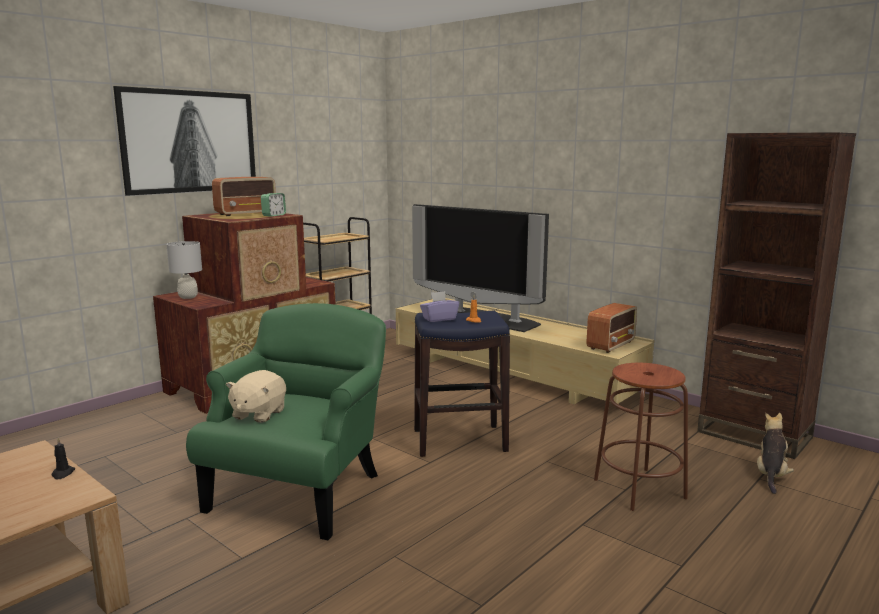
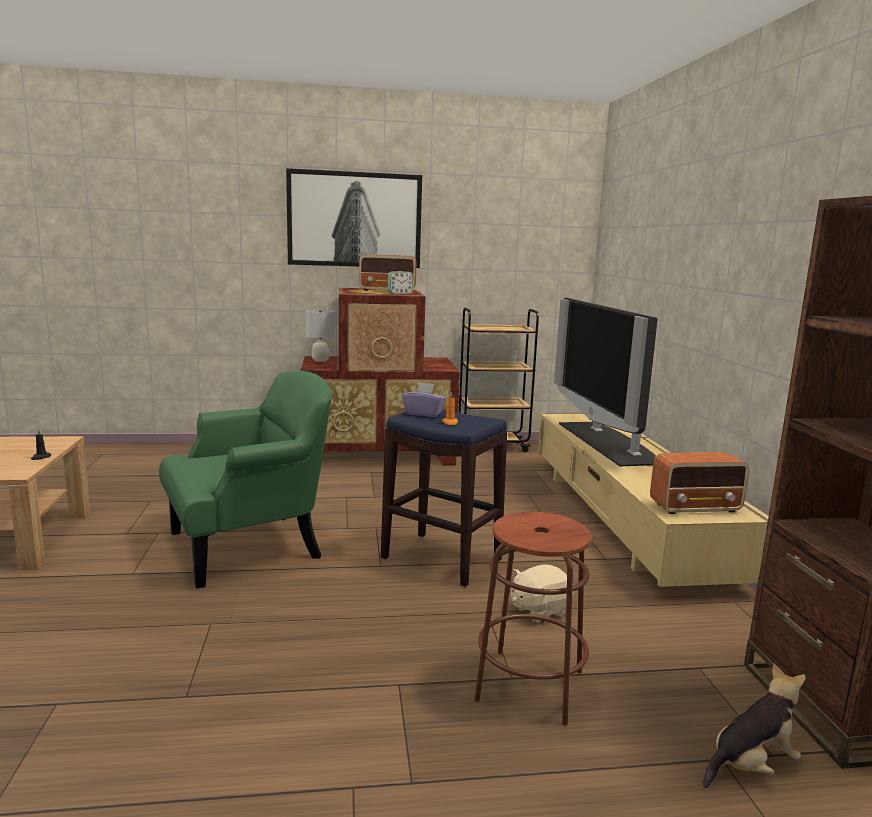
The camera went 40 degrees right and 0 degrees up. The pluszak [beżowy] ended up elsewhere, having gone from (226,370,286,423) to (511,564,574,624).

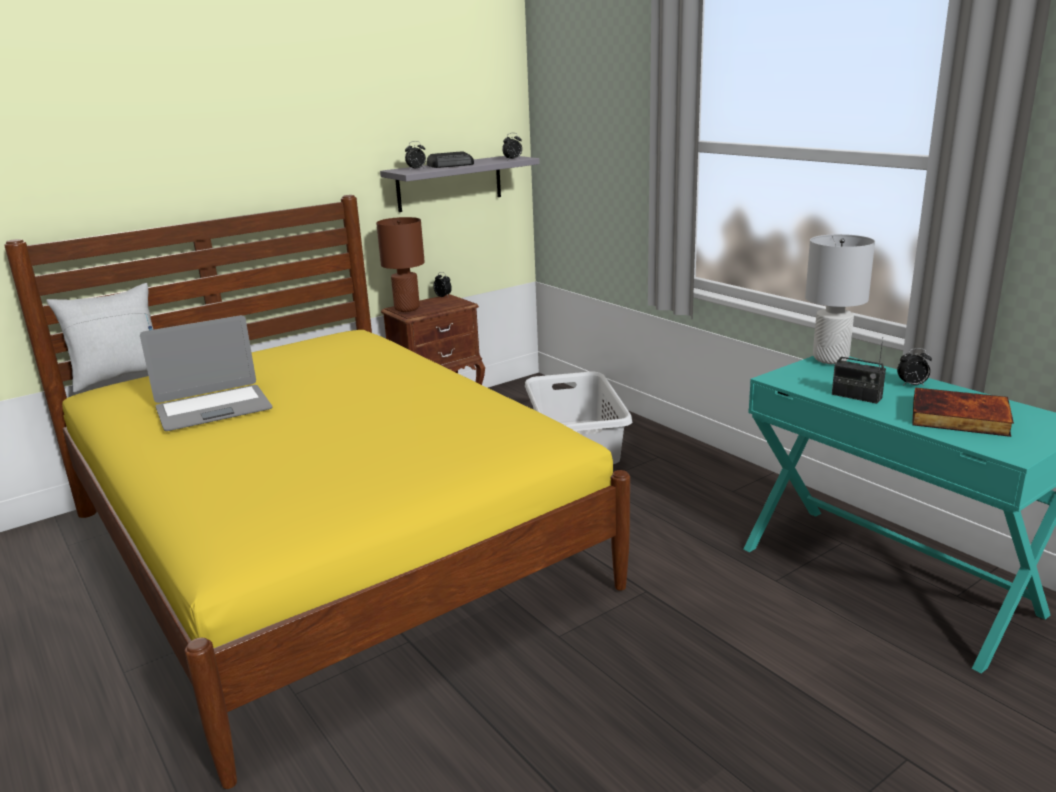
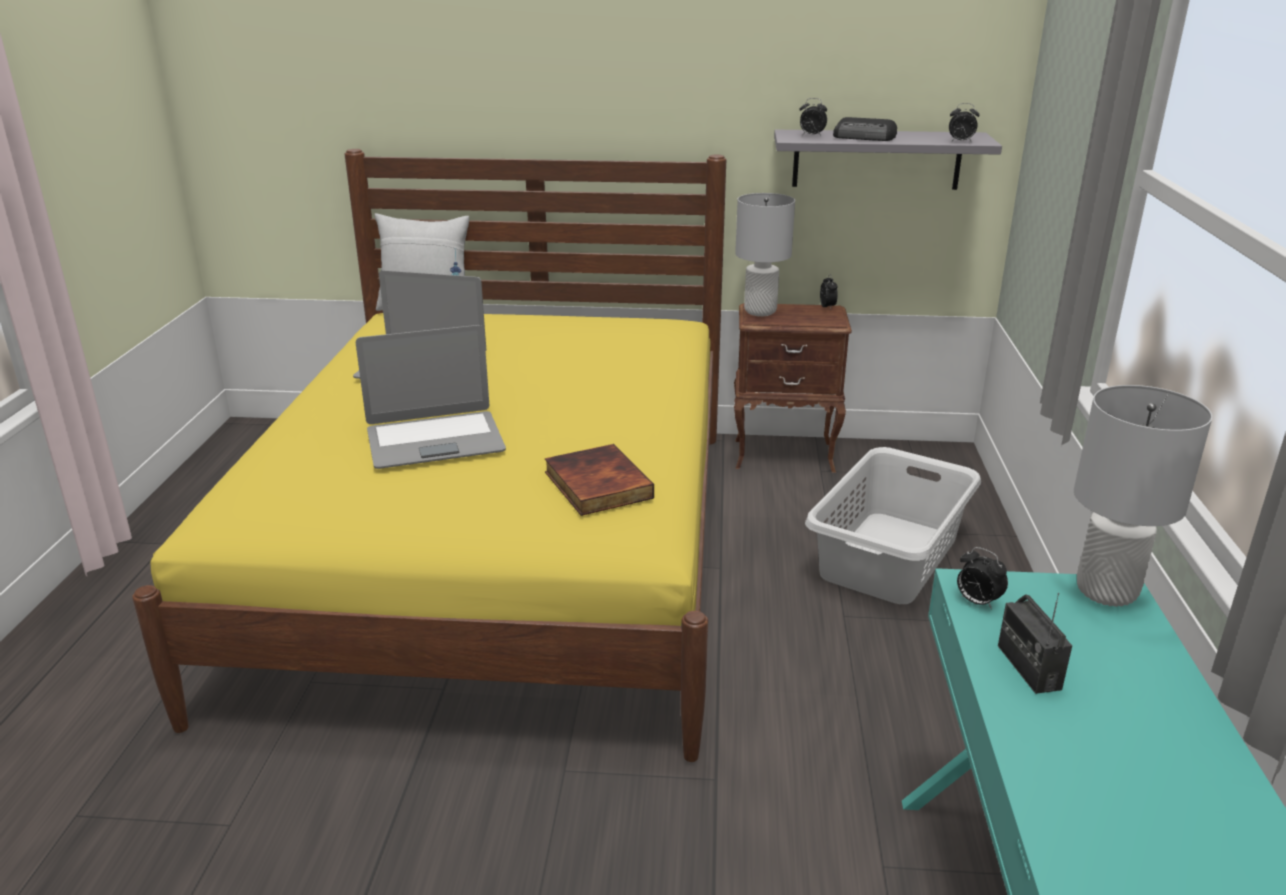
The camera went 40 degrees right and 5 degrees up. What was the lampa stołowa [brązowy] at (376,217,425,312) turned into the lampa stołowa [szary] at (735,193,795,317). The budzik ended up elsewhere, having gone from (897,348,932,386) to (957,547,1008,610). The książka ended up elsewhere, having gone from (912,388,1014,437) to (545,444,654,516). The second view gained the laptop at (356,325,506,469).

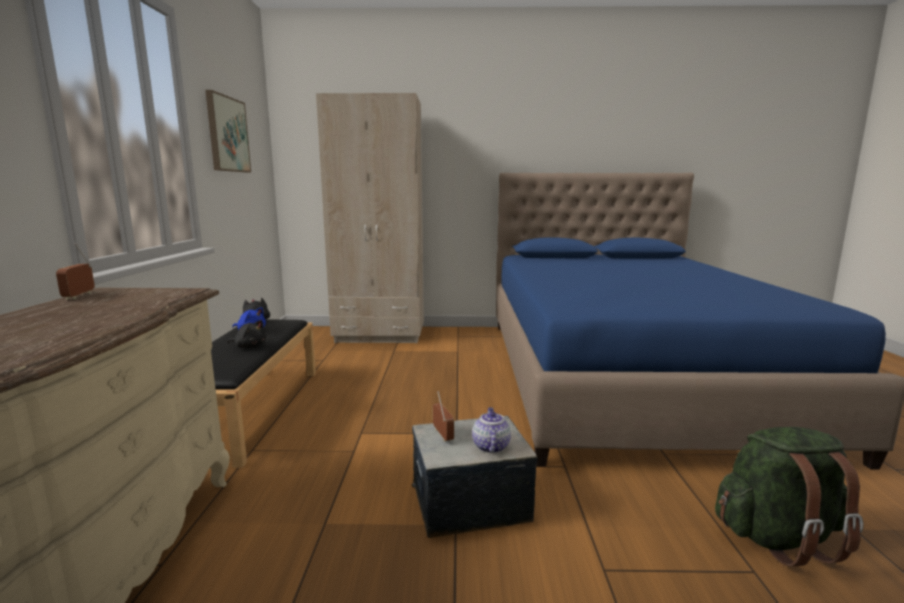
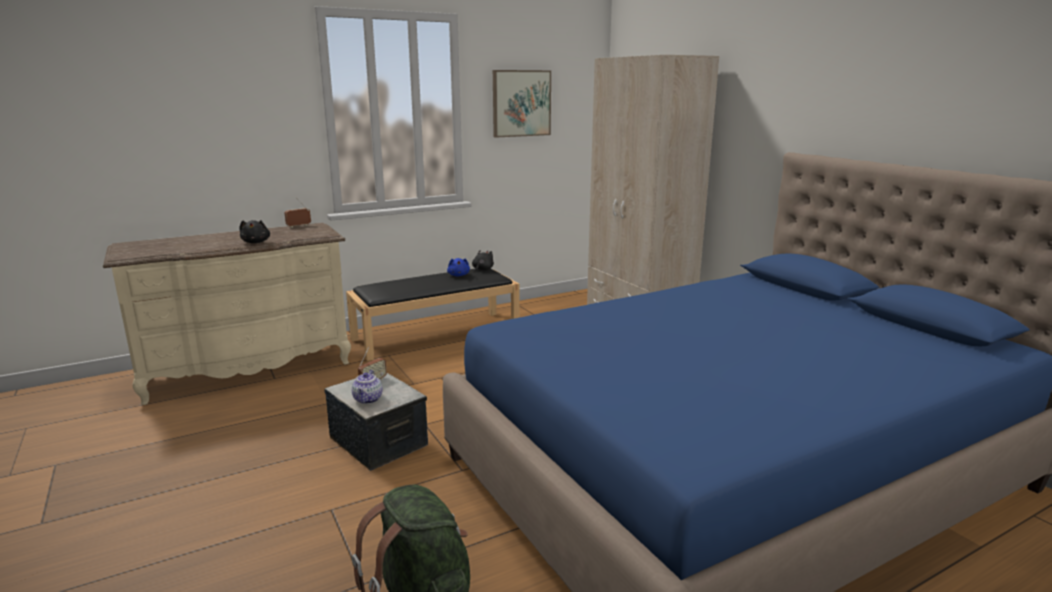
The camera went 60 degrees right and 5 degrees up. The pluszak [czarny] ended up elsewhere, having gone from (228,320,266,348) to (239,220,270,243). The imbryk at (472,407,511,453) ended up facing another way, 120 degrees clockwise from before.

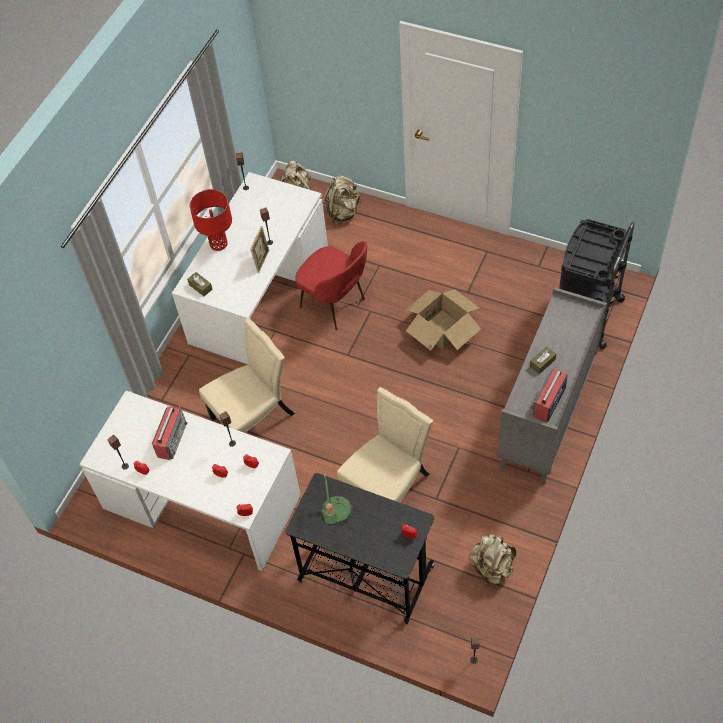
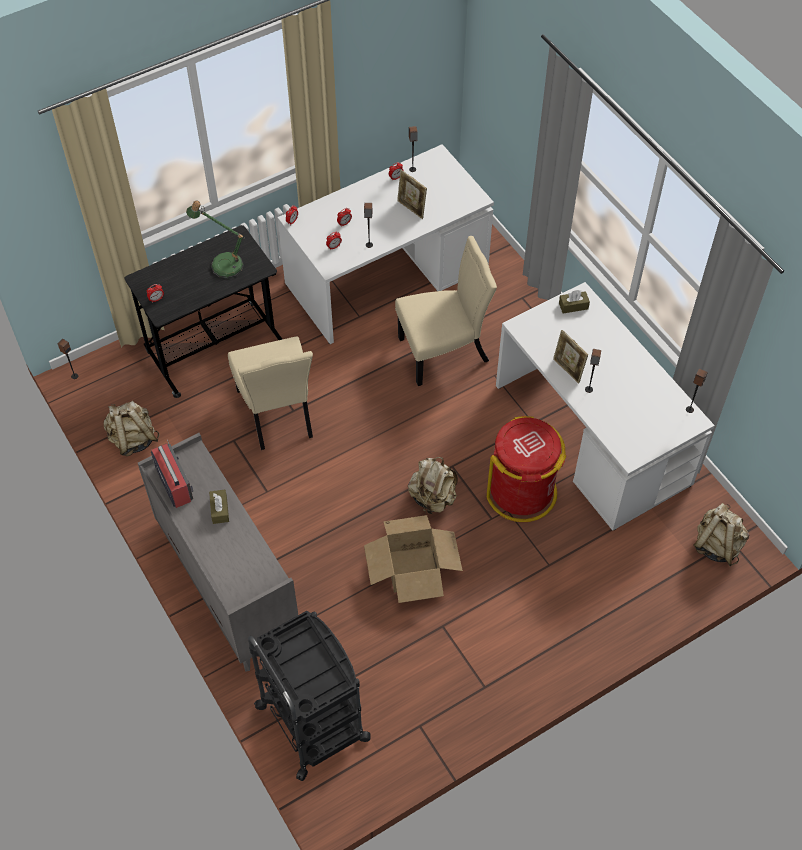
The camera went 120 degrees right and 0 degrees up. The plecak [beżowy] ended up elsewhere, having gone from (324,175,361,224) to (408,457,458,514). The second view lost the lampa stołowa [czerwony] at (190,189,232,251). Where the krzesło [czerwony] stood at (296,241,367,330), the kosz na śmieci [czerwony] came to stand at (487,416,566,522). The krzesło [beżowy] at (199,318,295,433) ended up facing another way, 105 degrees counterclockwise from before. Where the radio stood at (152,406,188,460), the ramka na zdjęcie came to stand at (397,170,427,219).

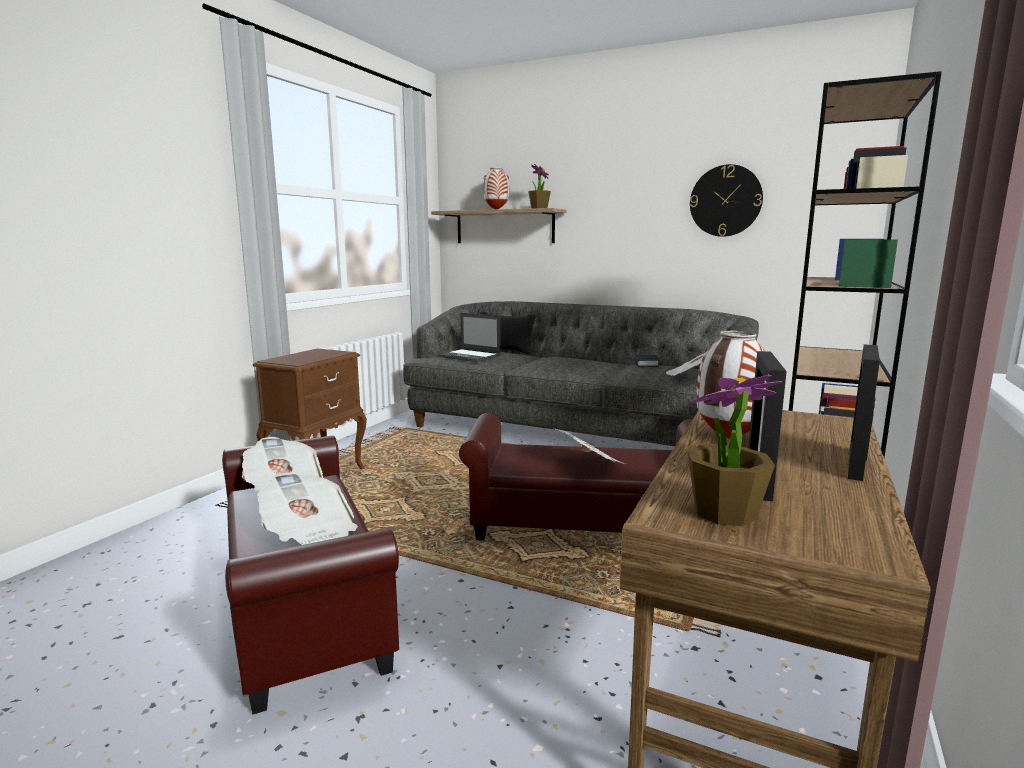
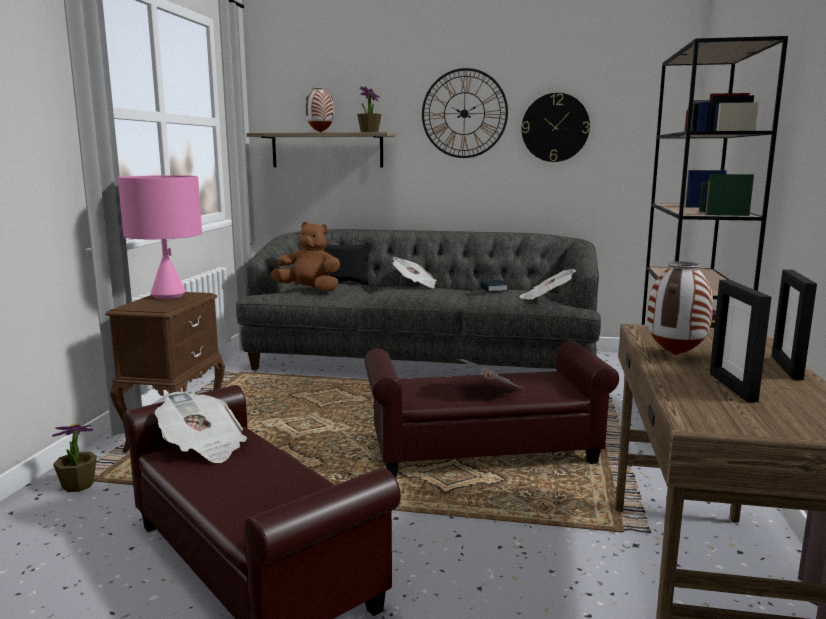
The camera went 15 degrees left and 0 degrees up. Where the laptop stood at (437,313,501,362), the pluszak [brązowy] came to stand at (271,222,340,292). The roślina doniczkowa ended up elsewhere, having gone from (687,375,783,526) to (51,423,97,492). The gazeta ended up elsewhere, having gone from (257,472,358,545) to (393,257,437,288). The second view gained the zegar ścienny at (422,68,508,158). The second view gained the lampa stołowa [różowy] at (118,175,202,299).

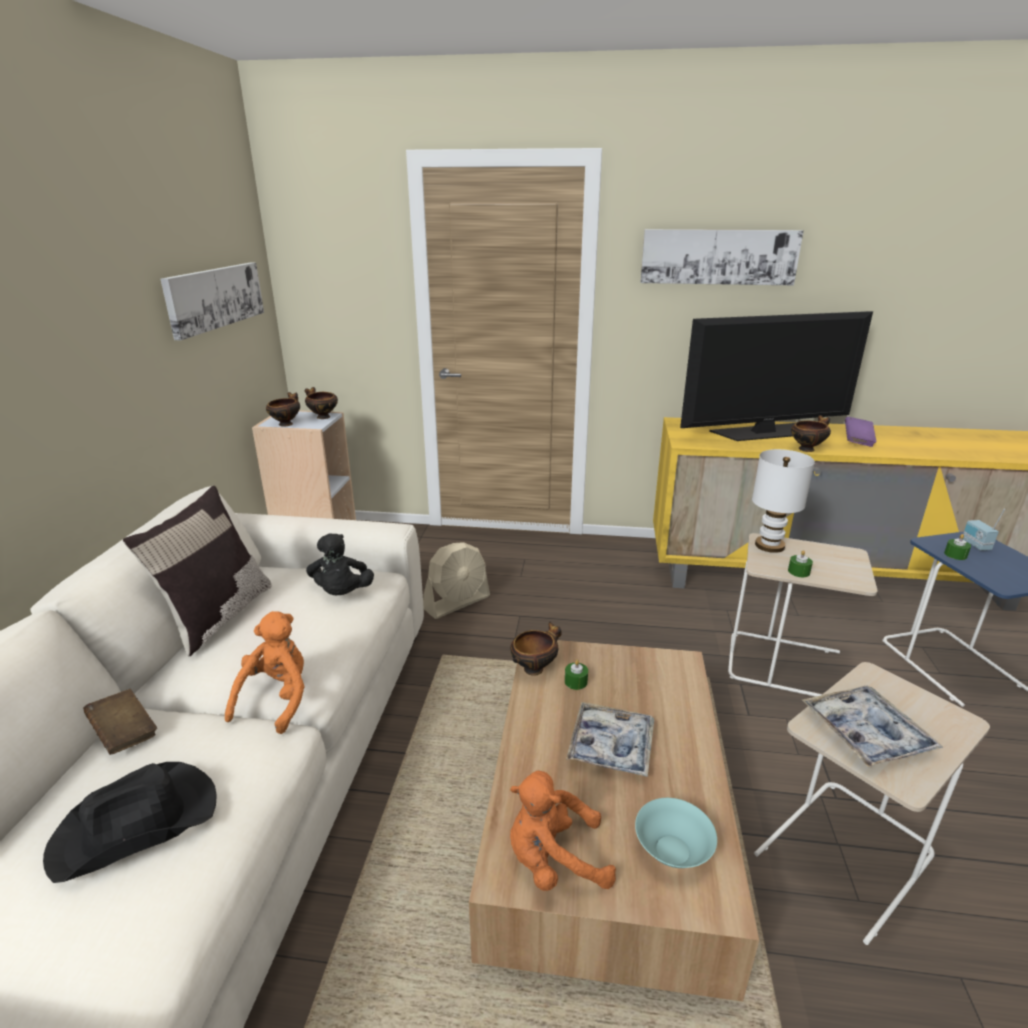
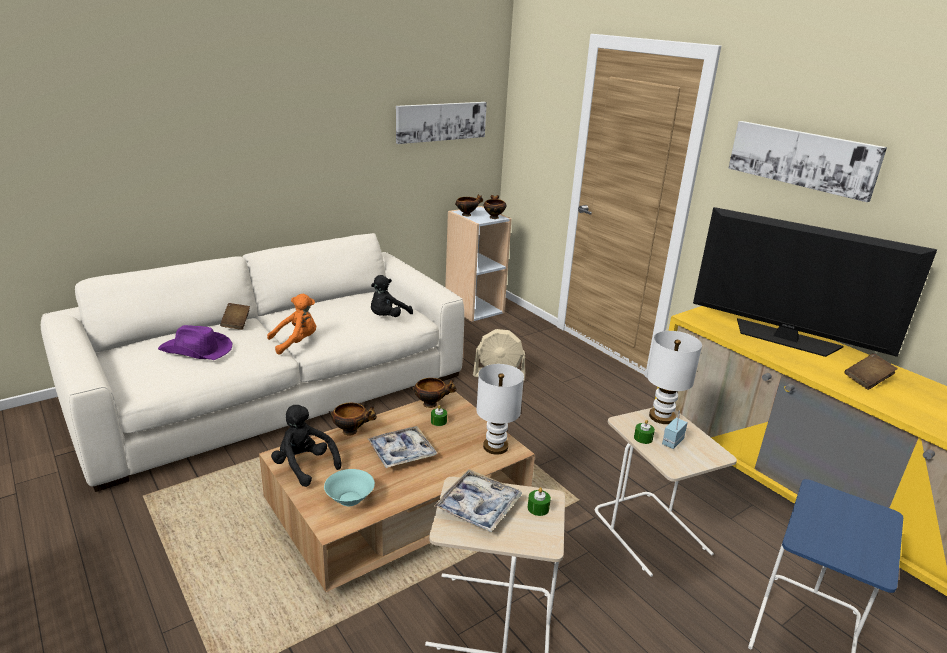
The camera went 45 degrees right and 0 degrees up. The miska ended up elsewhere, having gone from (791,415,831,452) to (329,403,377,436). What was the książka [fioletowy] at (845,417,876,447) turned into the książka [brązowy] at (845,353,898,390). The second view lost the poduszka at (123,486,272,656). The radio ended up elsewhere, having gone from (963,509,1005,551) to (662,411,688,449). The świeca [zielony] ended up elsewhere, having gone from (944,534,971,560) to (528,487,551,516). What was the kapelusz [czarny] at (43,762,217,883) turned into the kapelusz [fioletowy] at (158,325,232,360). What was the pluszak [pomarańczowy] at (510,770,616,891) turned into the pluszak [czarny] at (271,405,342,487). The second view gained the lampa stołowa [biały] at (476,364,524,455).

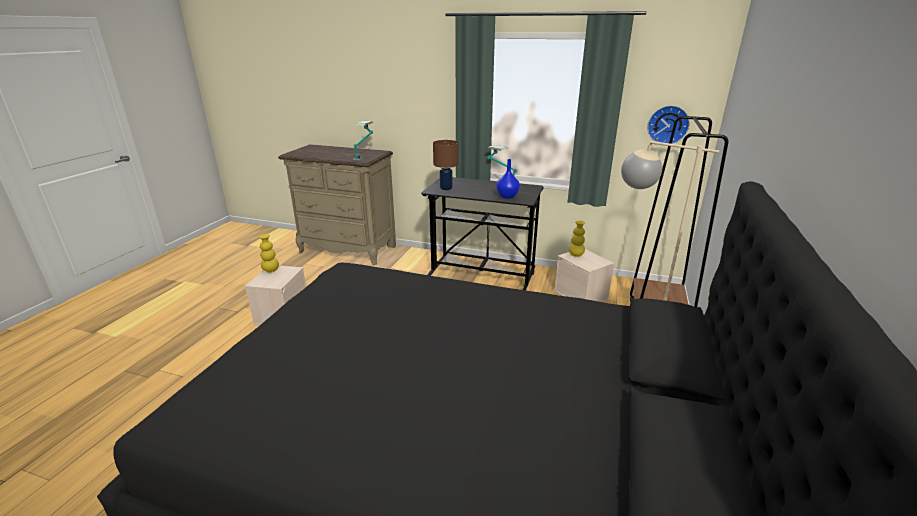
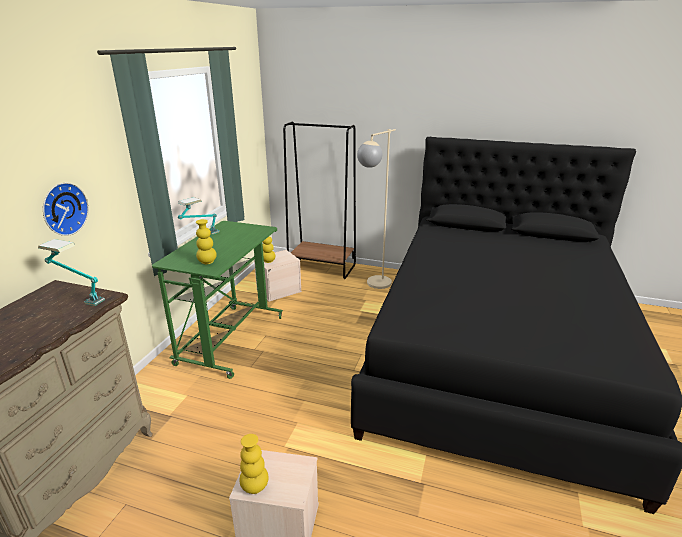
The camera went 90 degrees left and 0 degrees up. The zegar ścienny ended up elsewhere, having gone from (647,105,690,144) to (43,182,89,236). Where the lampa stołowa [brązowy] stood at (433,140,458,190), the wazon [żółty] came to stand at (196,219,217,264). The second view lost the wazon [niebieski] at (496,159,520,199). What was the biurko [czarny] at (421,177,544,290) turned into the biurko [zielony] at (152,221,283,379).

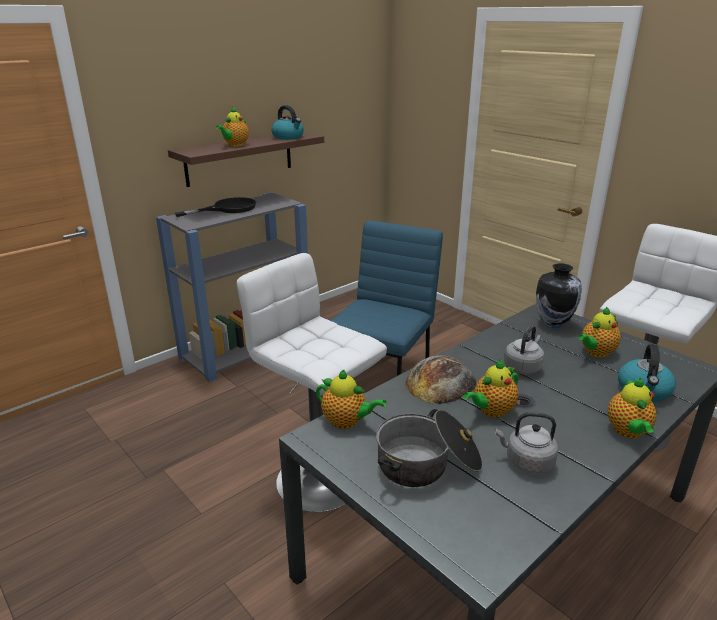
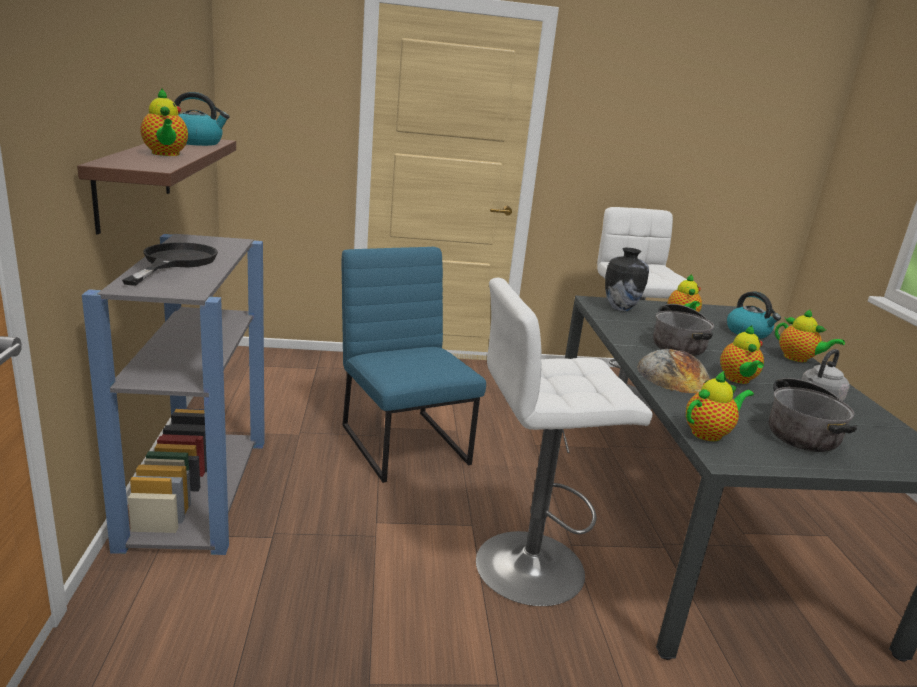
The camera went 55 degrees left and 5 degrees down. Where the czajnik [szary] stood at (504,325,544,375), the garnek came to stand at (653,304,714,356).

